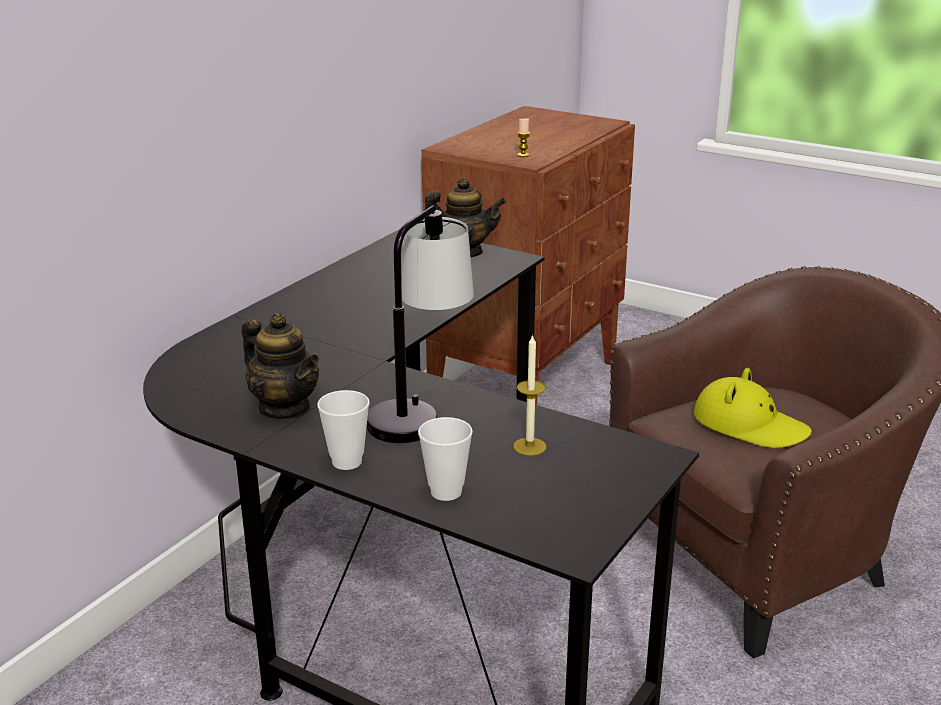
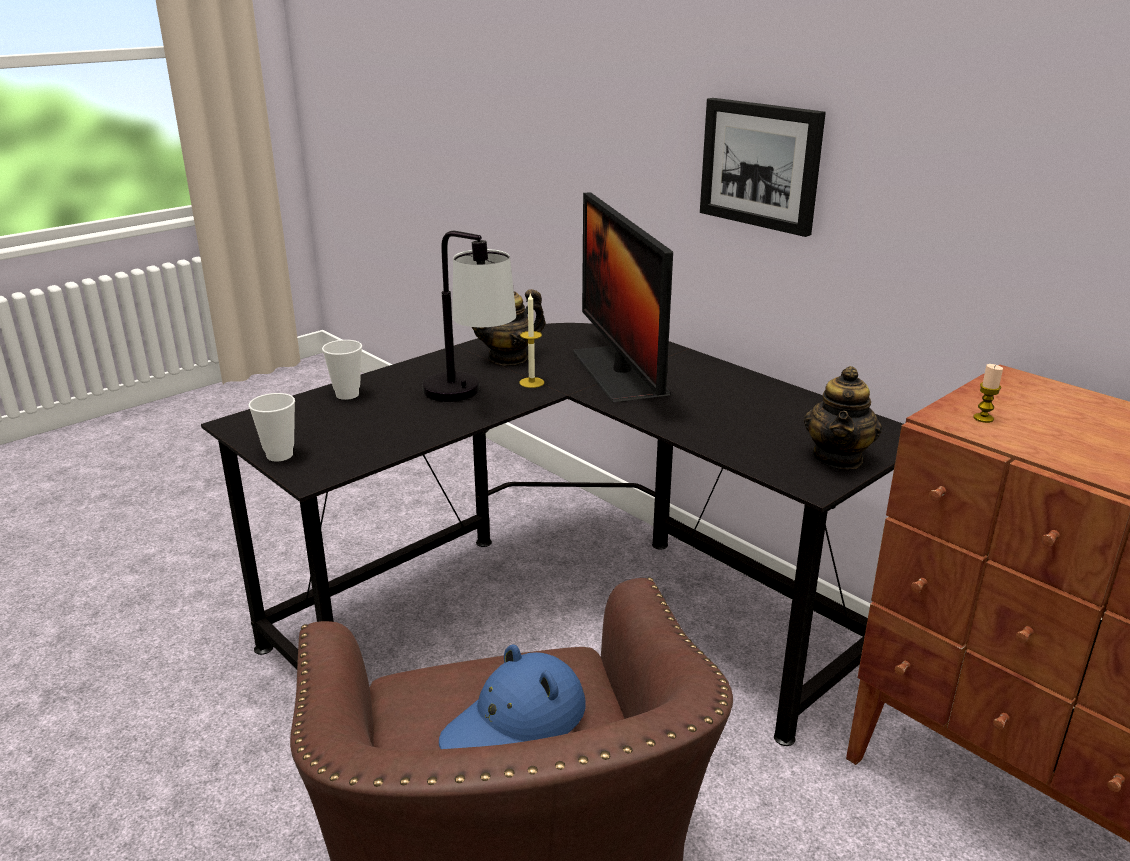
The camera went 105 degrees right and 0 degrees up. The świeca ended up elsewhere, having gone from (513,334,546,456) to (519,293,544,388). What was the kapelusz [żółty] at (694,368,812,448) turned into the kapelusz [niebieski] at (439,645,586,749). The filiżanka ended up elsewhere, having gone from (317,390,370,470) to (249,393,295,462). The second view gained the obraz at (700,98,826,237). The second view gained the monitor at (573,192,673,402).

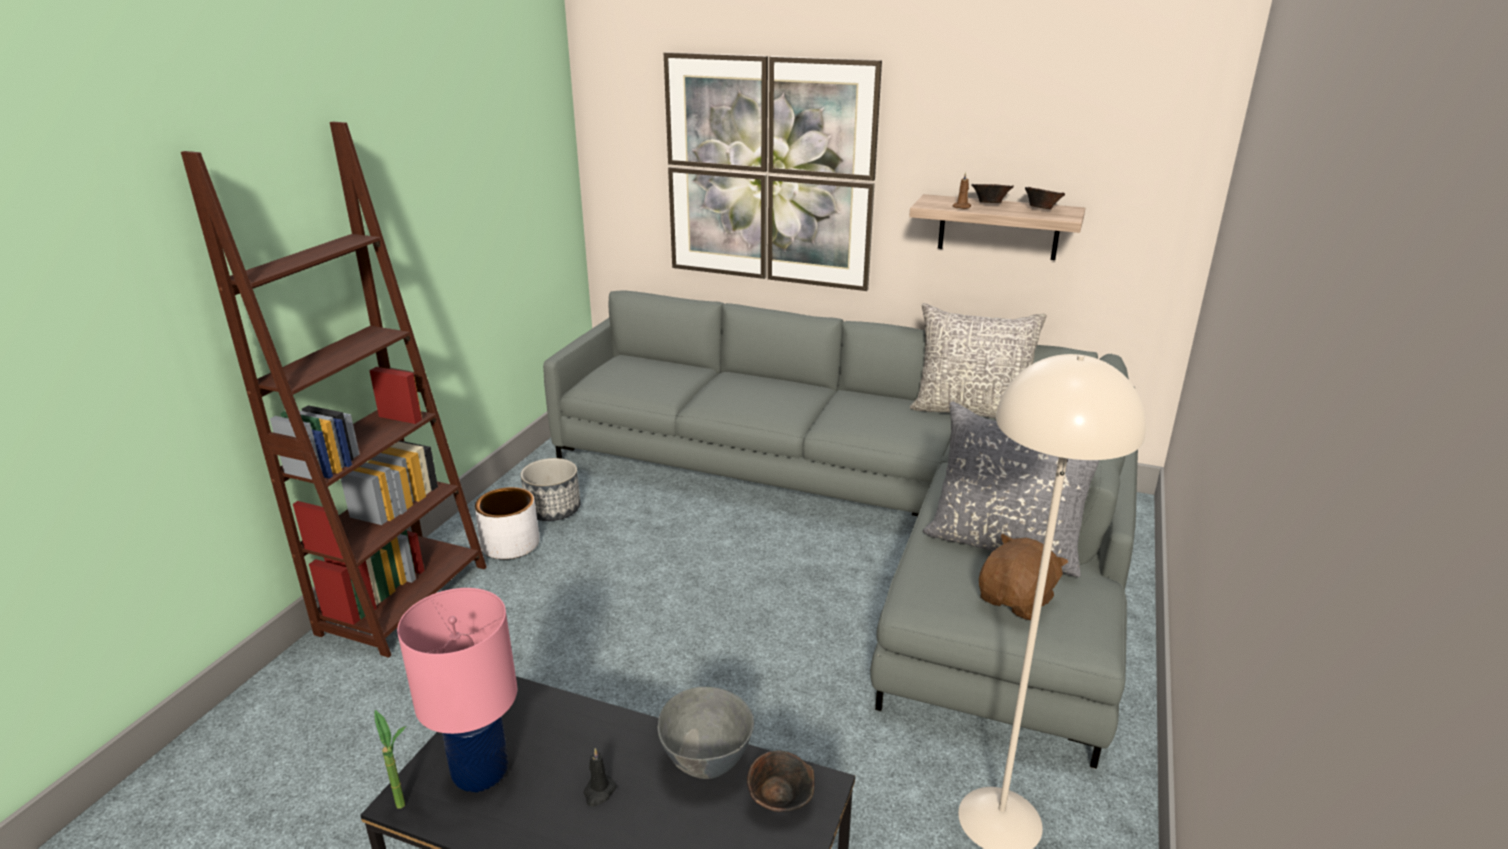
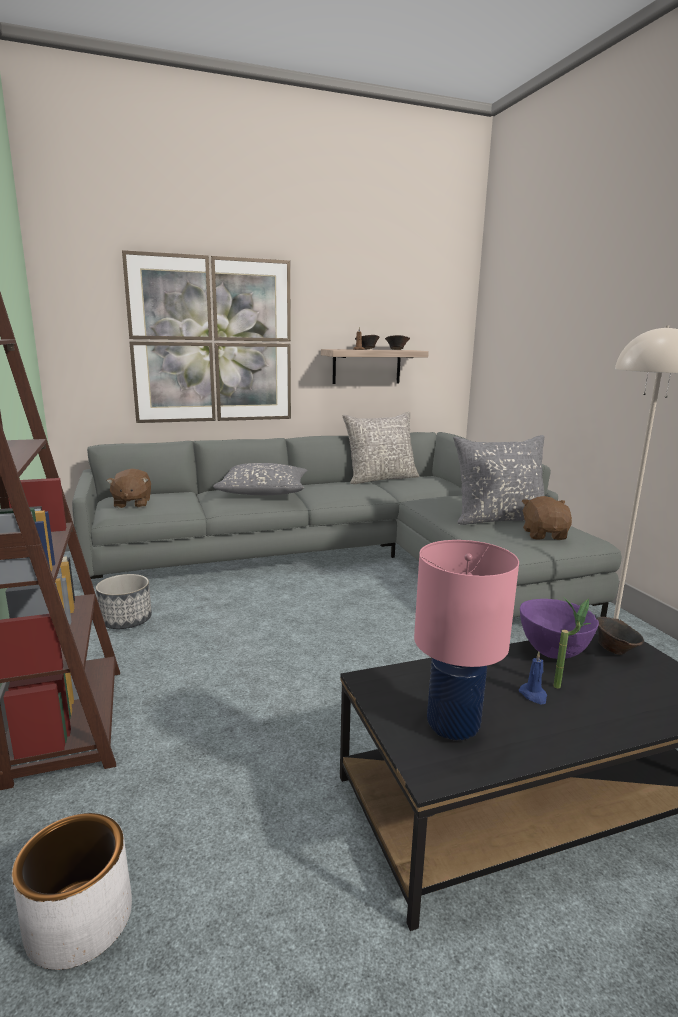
The camera went 40 degrees left and 10 degrees down. The donica [biały] ended up elsewhere, having gone from (475,487,540,560) to (12,813,132,970). What was the miska [szary] at (658,687,754,779) turned into the miska [fioletowy] at (520,599,599,659). The roślina doniczkowa ended up elsewhere, having gone from (374,710,406,809) to (553,598,591,688). What was the świeca [czarny] at (584,748,617,807) turned into the świeca [niebieski] at (519,651,547,704). The second view gained the poduszka [szary] at (213,463,308,495). The second view gained the pluszak [brązowy] at (107,469,151,508).

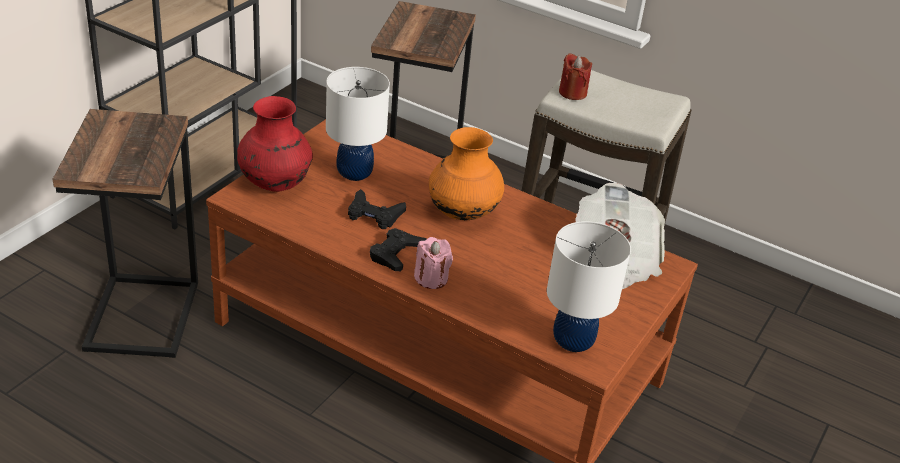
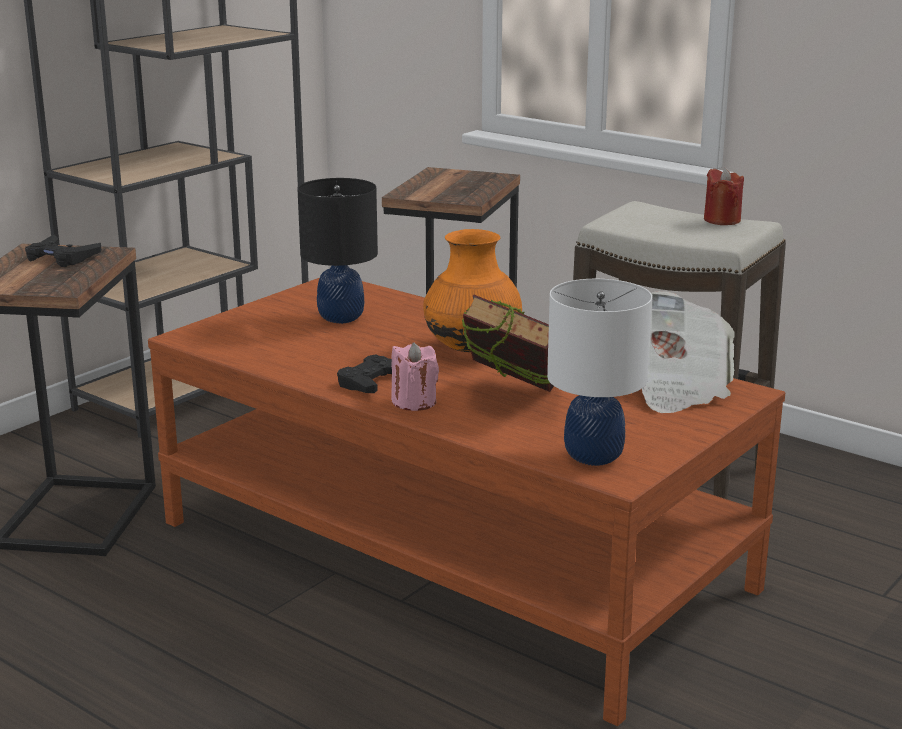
The camera went 10 degrees right and 15 degrees down. The świeca [czerwony] ended up elsewhere, having gone from (559,53,592,100) to (704,168,744,225). What was the lampa stołowa [biały] at (326,67,390,181) turned into the lampa stołowa [czarny] at (297,178,378,324). The second view lost the wazon [czerwony] at (237,96,313,192). The pad do gier [czarny] ended up elsewhere, having gone from (348,189,406,229) to (25,235,102,267). The second view gained the książka at (462,294,554,392).

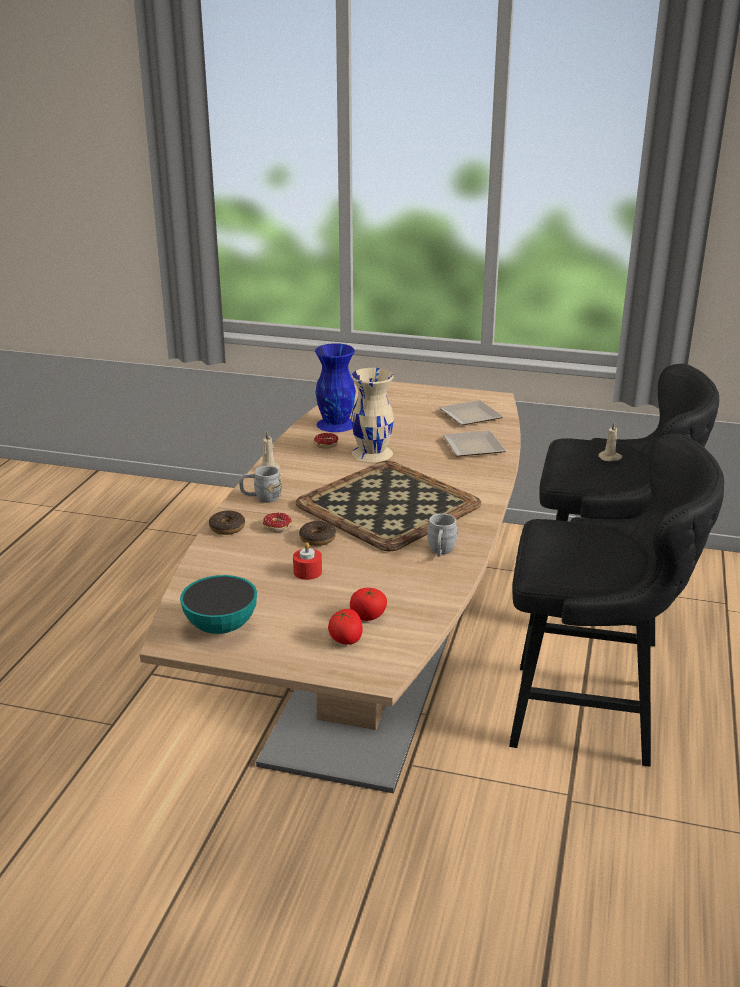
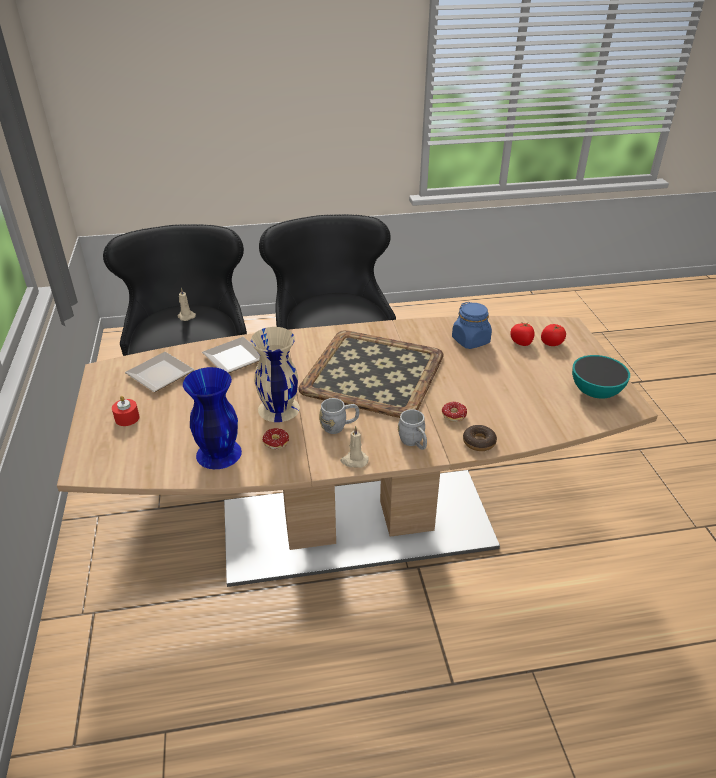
The camera went 115 degrees left and 10 degrees up. The kubek [szary] ended up elsewhere, having gone from (427,513,458,557) to (319,398,359,434). The second view lost the donut at (299,521,336,546). The świeca [czerwony] ended up elsewhere, having gone from (293,542,322,580) to (112,396,139,426). The second view gained the słoik [niebieski] at (452,302,492,349).

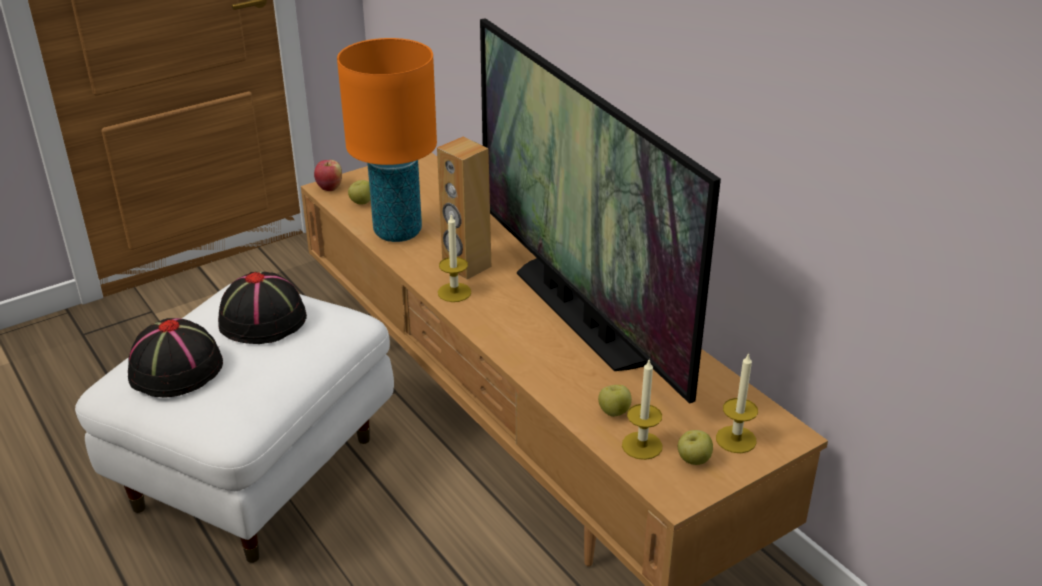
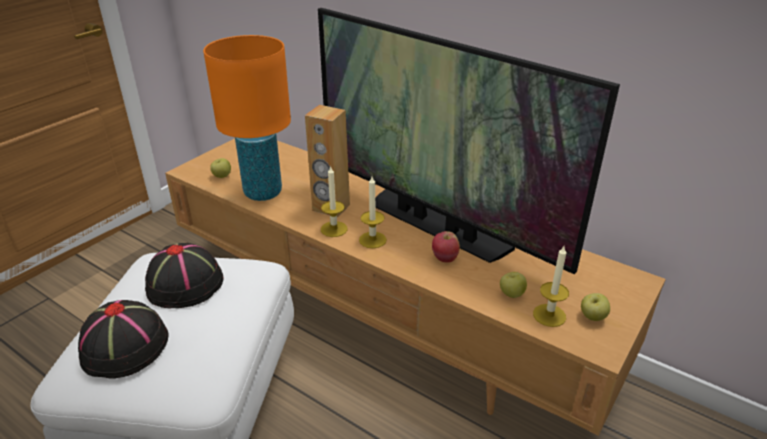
The camera went 20 degrees left and 0 degrees up. The jabłko ended up elsewhere, having gone from (314,160,342,191) to (432,231,460,263). The świeca ended up elsewhere, having gone from (716,353,758,453) to (359,177,387,248).

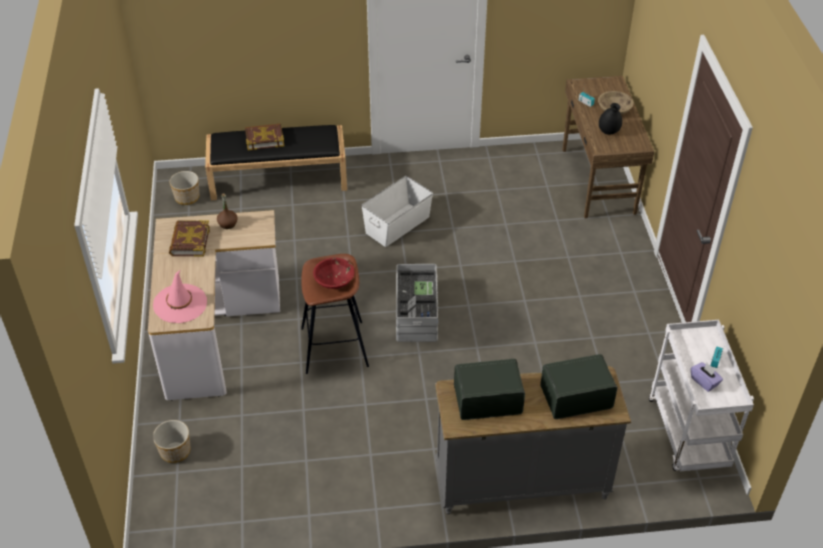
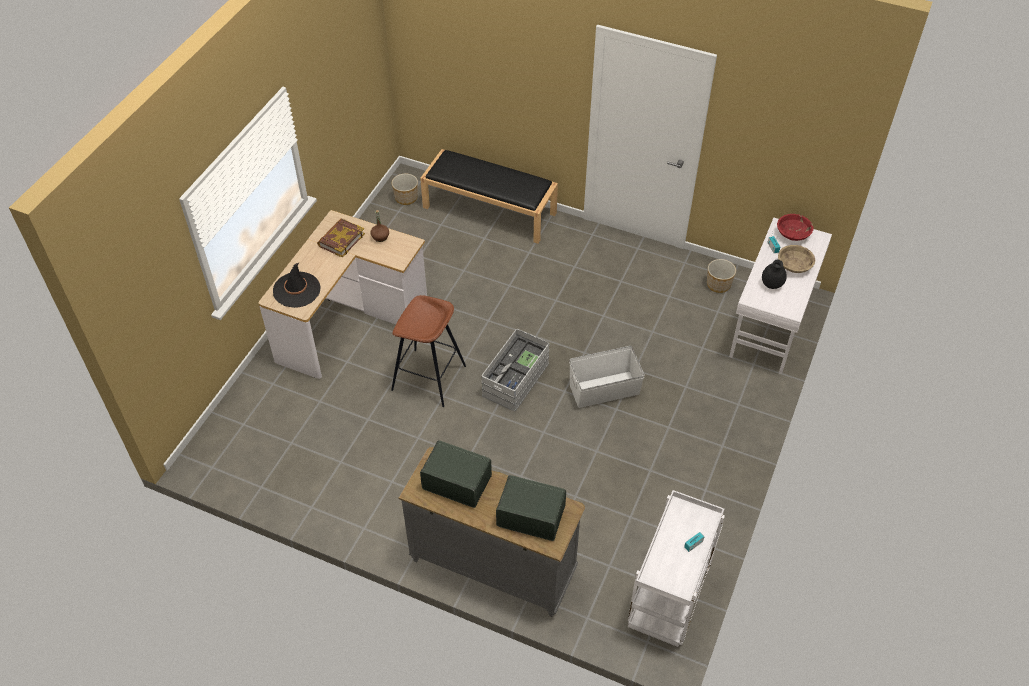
The camera went 30 degrees right and 5 degrees up. What was the stolik konsolowy [brązowy] at (562,76,654,218) turned into the stolik konsolowy [biały] at (729,218,832,374). The second view lost the książka at (245,124,284,150). The pojemnik do przechowywania [biały] ended up elsewhere, having gone from (361,176,433,247) to (569,346,645,408). The miska [czerwony] ended up elsewhere, having gone from (313,258,355,289) to (777,214,813,241). What was the kapelusz [różowy] at (153,270,207,323) turned into the kapelusz [czarny] at (273,262,321,308). The second view lost the pudełko chusteczek [fioletowy] at (691,362,723,392). The donica ended up elsewhere, having gone from (153,420,190,463) to (707,259,736,293).

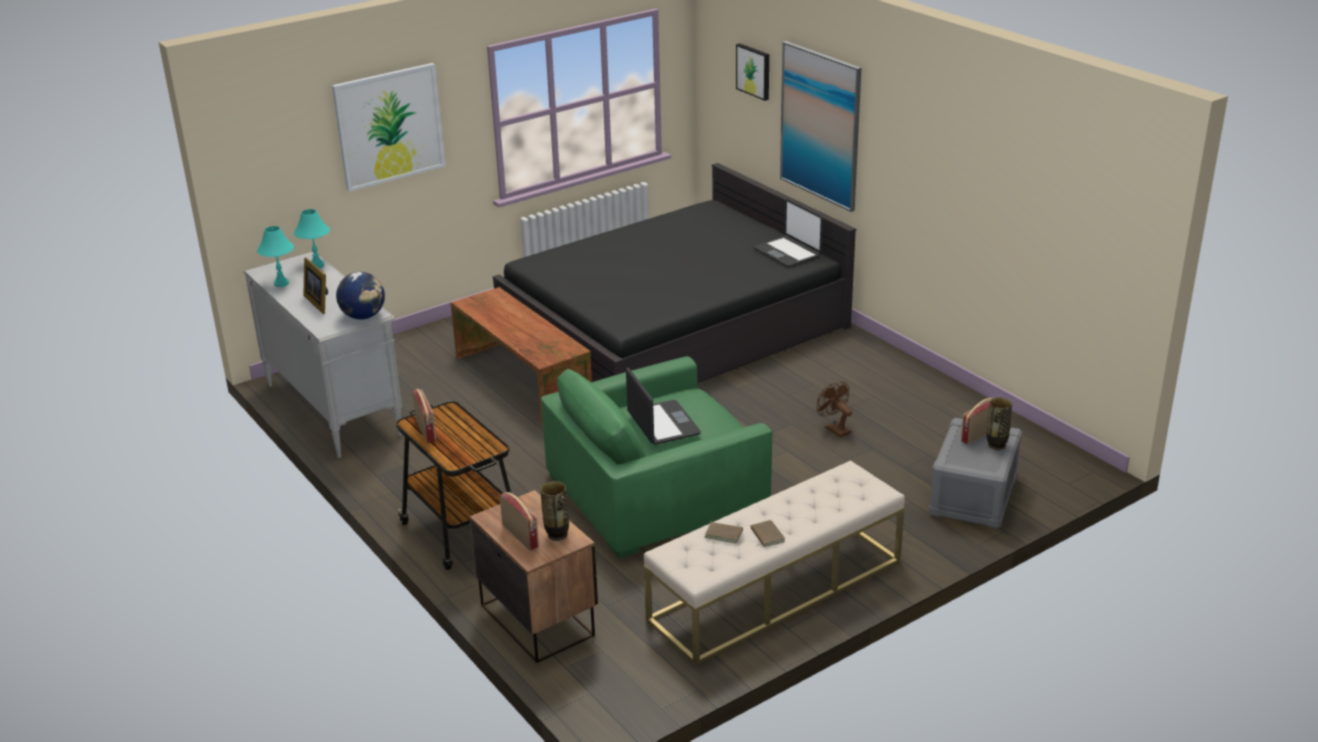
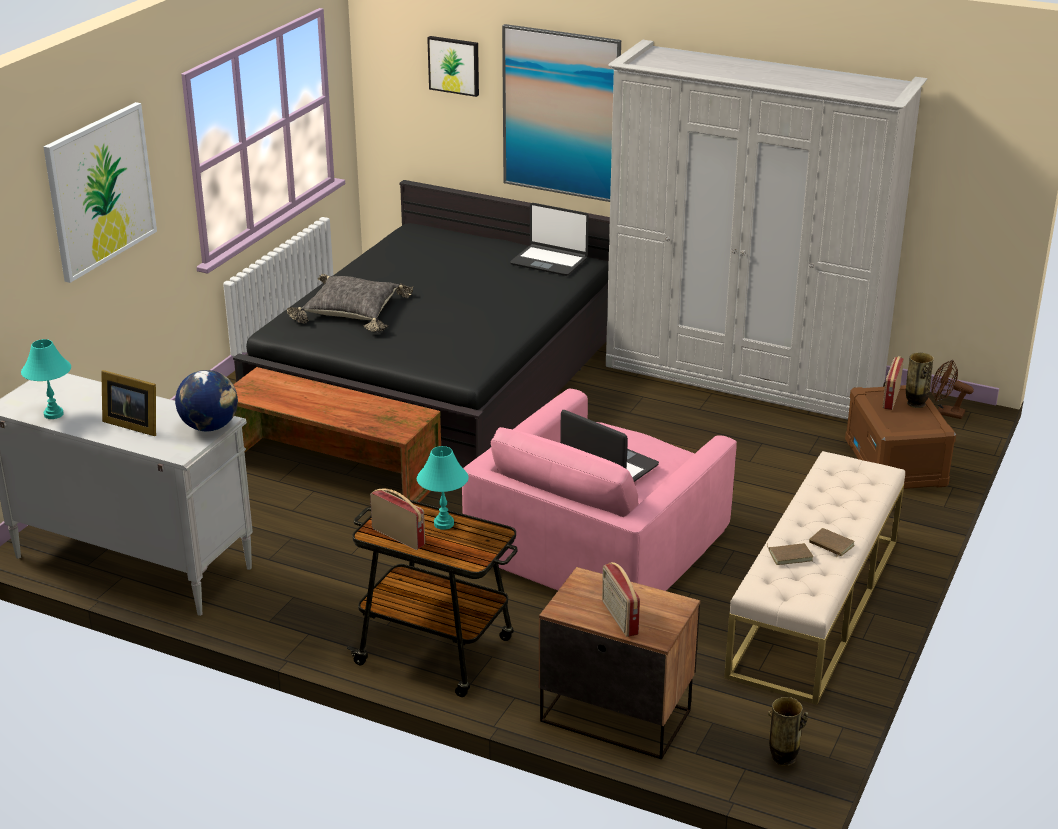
The camera went 30 degrees left and 0 degrees up. The lampa stołowa [turkusowy] ended up elsewhere, having gone from (294,209,330,268) to (417,446,468,530). What was the fotel [zielony] at (541,356,772,558) turned into the fotel [różowy] at (462,389,737,591). The wentylator [brązowy] ended up elsewhere, having gone from (817,382,852,437) to (931,360,974,419). What was the pojemnik do przechowywania [szary] at (929,418,1022,529) turned into the pojemnik do przechowywania [brązowy] at (845,385,956,489). The wazon ended up elsewhere, having gone from (540,481,569,541) to (768,697,808,766). The radio at (500,492,539,551) ended up facing another way, 135 degrees counterclockwise from before. The second view gained the szafa [biały] at (606,40,928,420). The second view gained the poduszka at (287,274,413,332).

